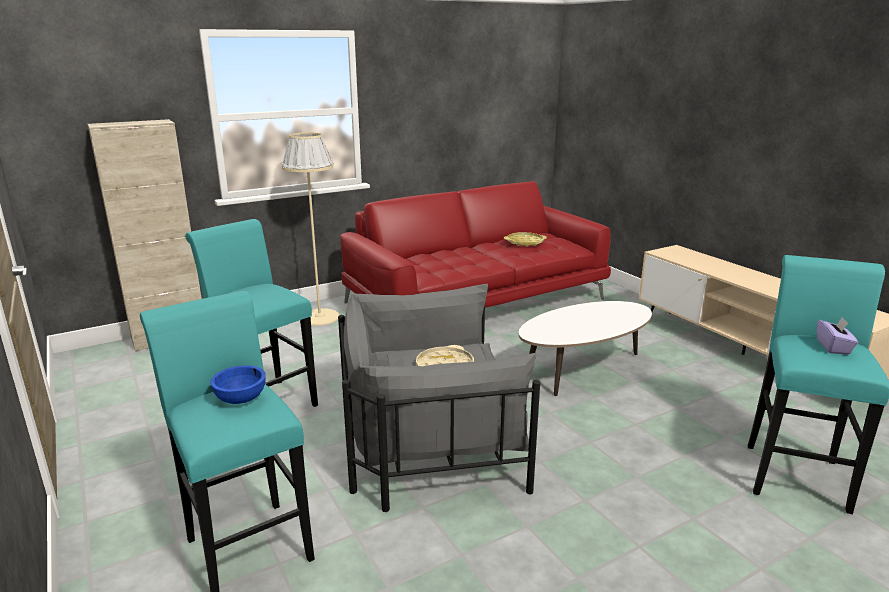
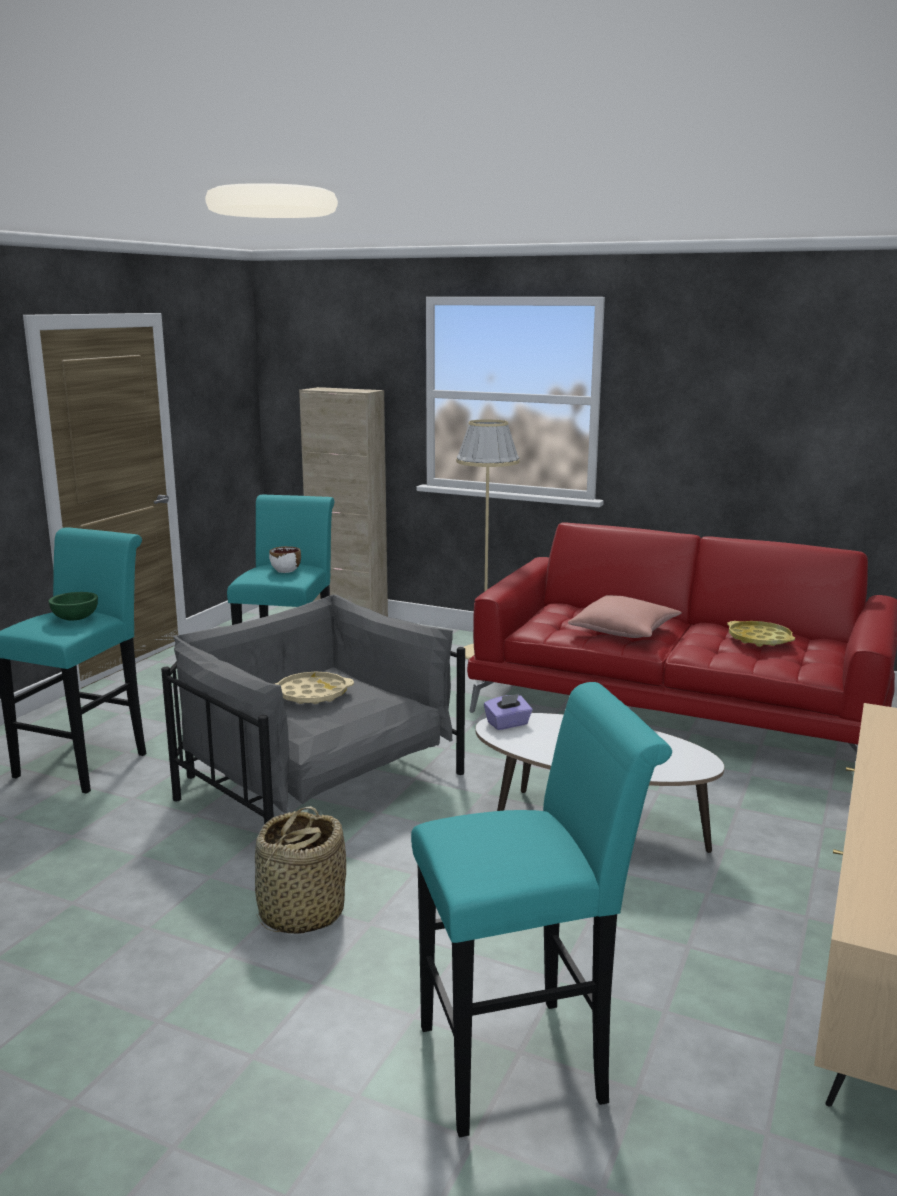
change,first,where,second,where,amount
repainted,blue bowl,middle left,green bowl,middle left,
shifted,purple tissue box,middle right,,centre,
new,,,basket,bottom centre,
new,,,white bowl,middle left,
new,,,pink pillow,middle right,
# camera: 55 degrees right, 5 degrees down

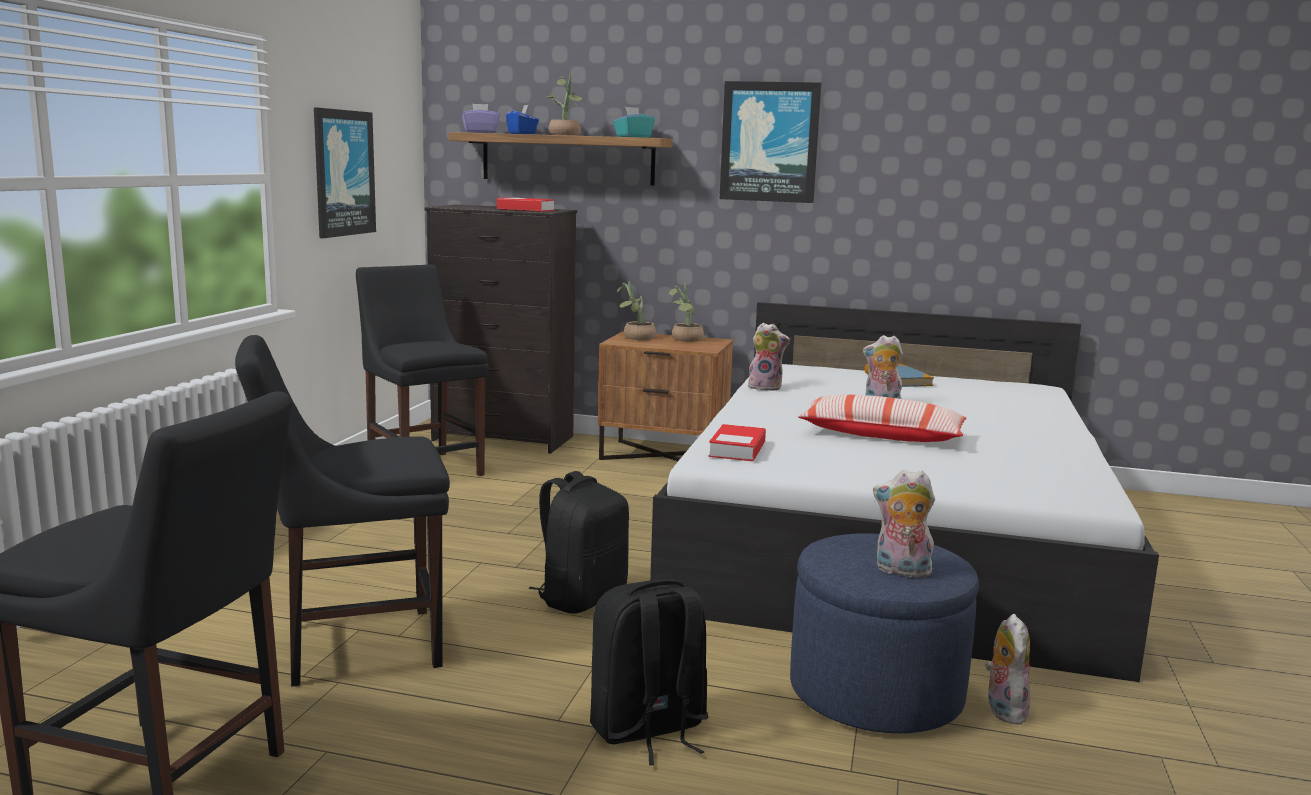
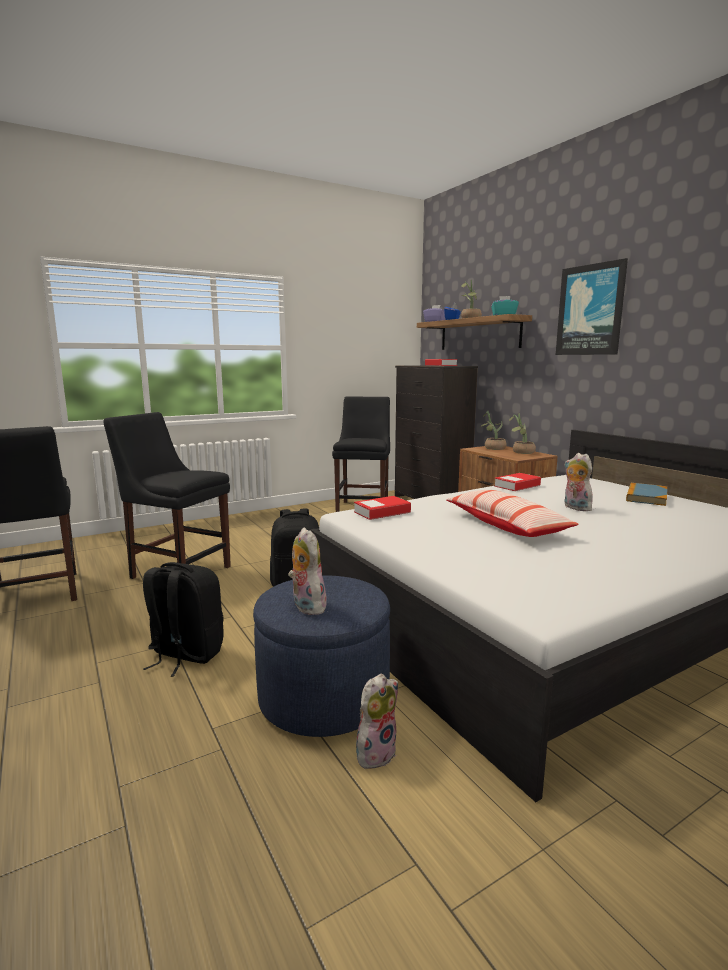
change,first,where,second,where,amount
gone,picture (no. 1 from left),top left,,,
swapped,plush toy (no. 1 from left),centre,book (no. 3 from left),middle right,
# camera: 45 degrees right, 0 degrees up

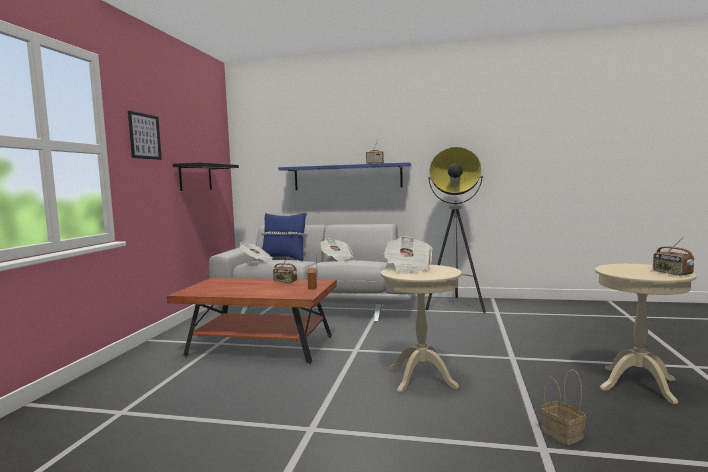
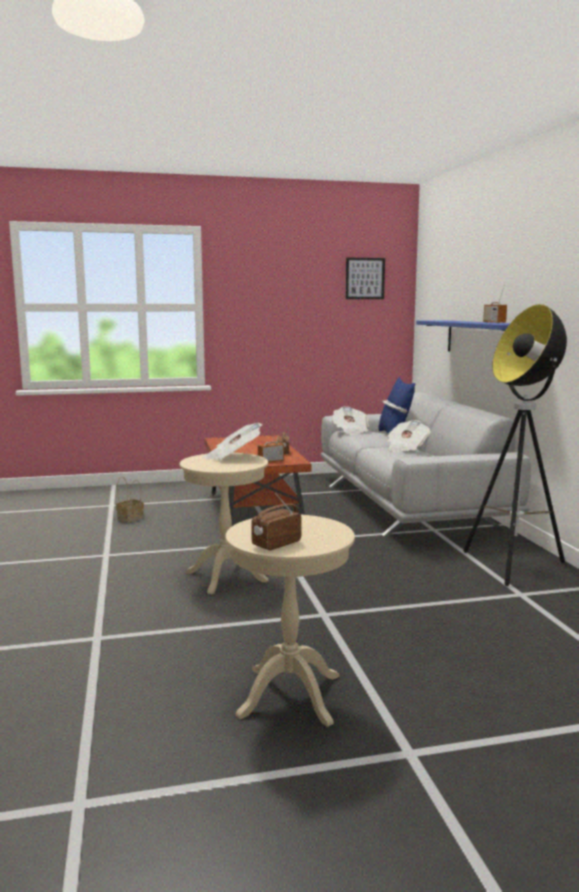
change,first,where,second,where,amount
shifted,picture,top left,,top centre,
gone,black shelf,middle left,,,
shifted,basket,bottom right,,middle left,
# camera: 65 degrees right, 5 degrees up

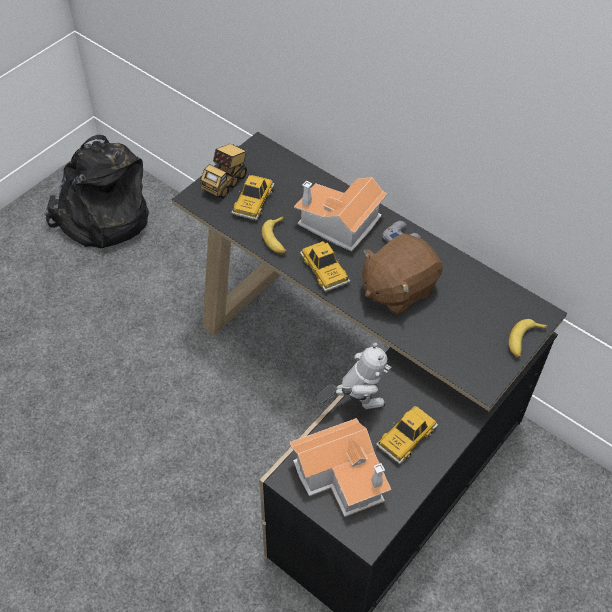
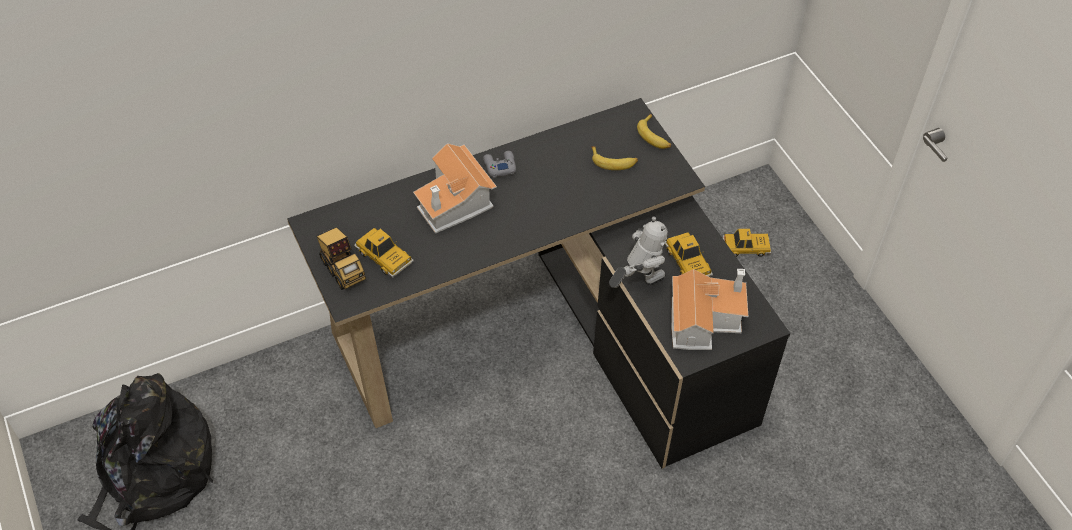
change,first,where,second,where,amount
shifted,banana (no. 1 from left),centre,,top centre,
shifted,toy car (no. 2 from left in the first image),centre,toy car (no. 3 from left),middle right,
rotated,toy robot,centre,,centre,45 degrees clockwise
gone,brown plush toy,centre,,,
# camera: 65 degrees left, 0 degrees up

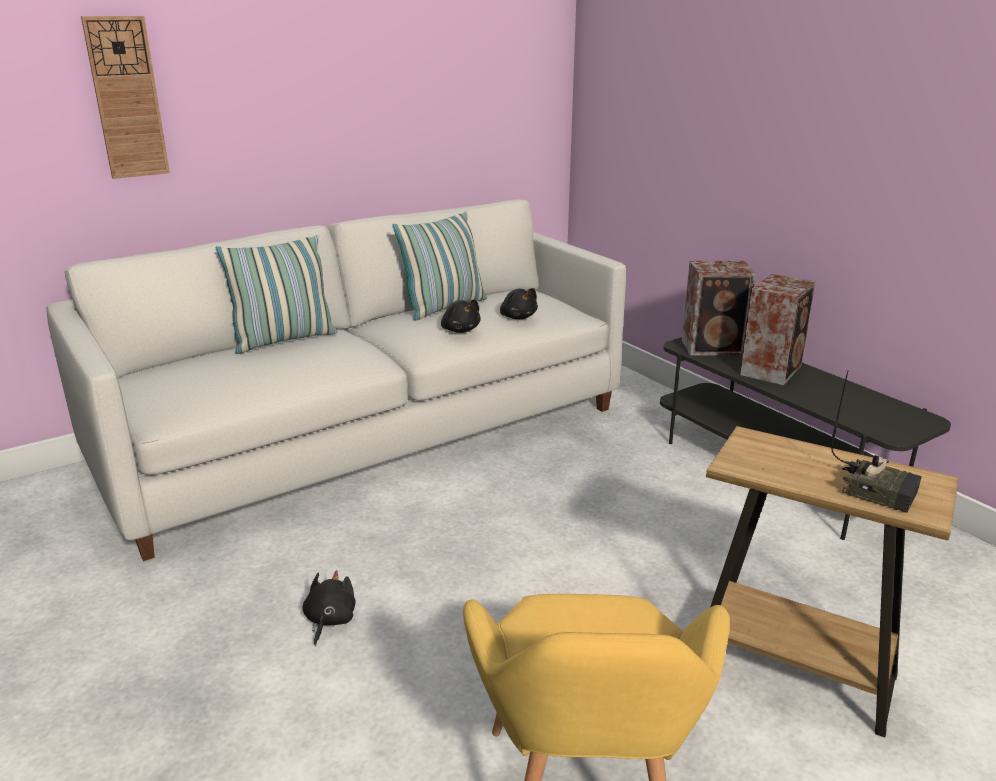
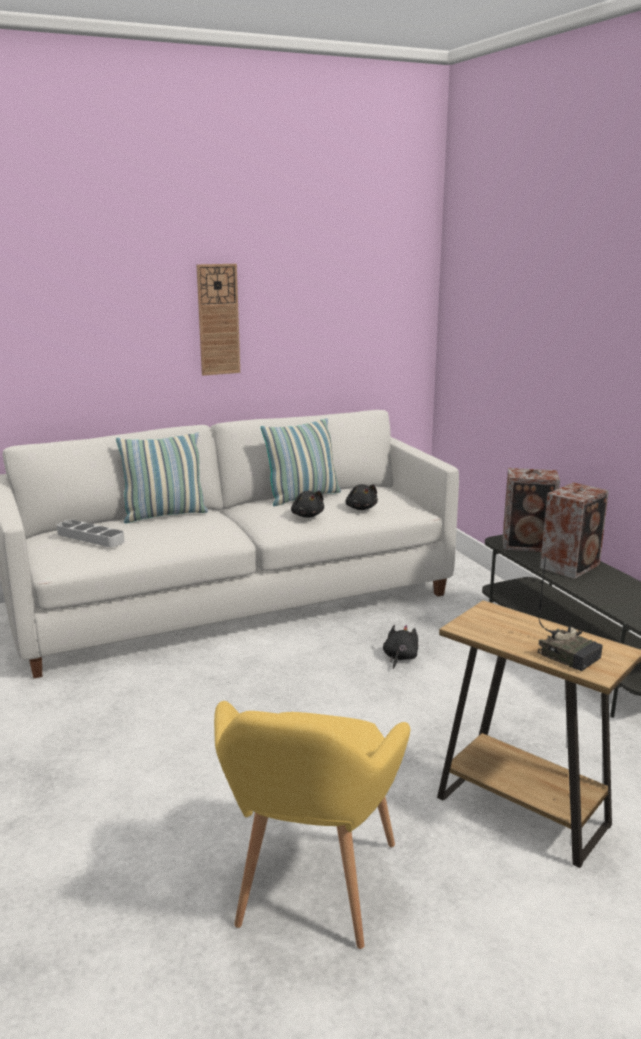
change,first,where,second,where,amount
shifted,wall clock,top left,,top centre,
shifted,black plush toy (no. 1 from left in the first image),bottom left,black plush toy (no. 3 from left),centre,
new,,,grey tray,middle left,
# camera: 10 degrees right, 5 degrees down

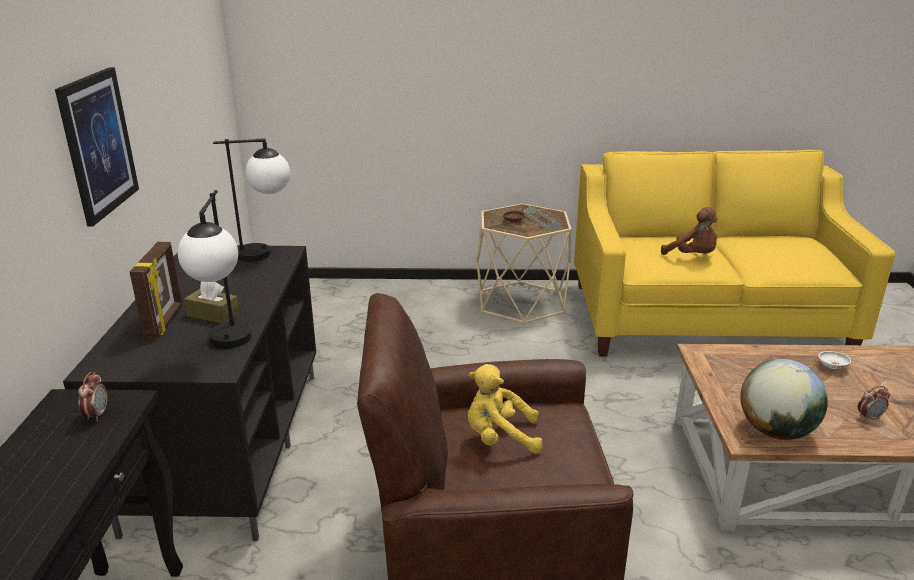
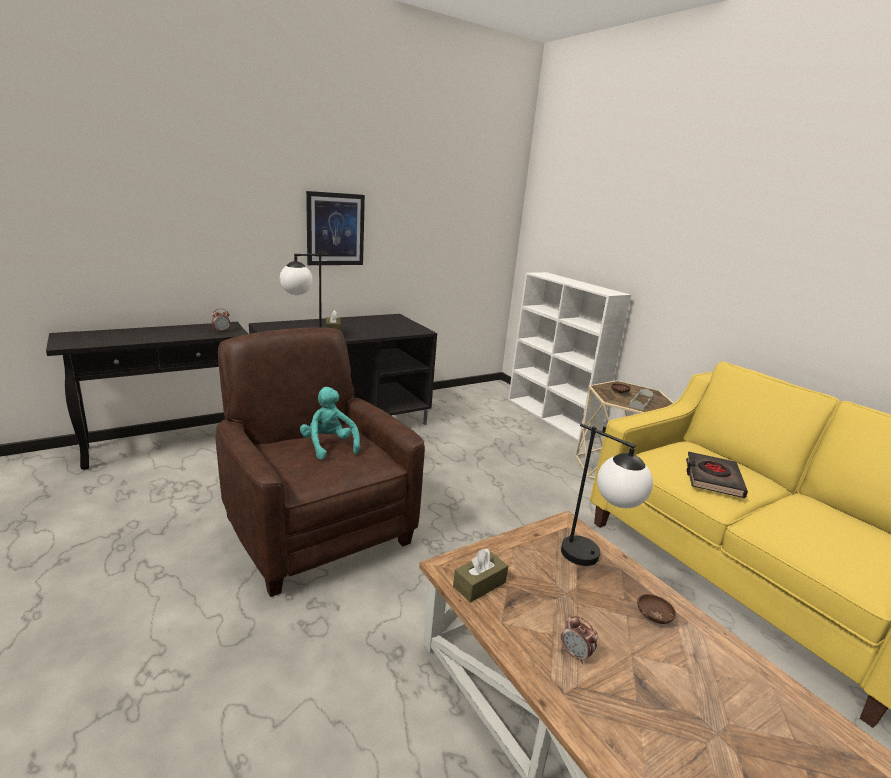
change,first,where,second,where,amount
gone,picture frame,middle left,,,
shifted,table lamp (no. 2 from left),middle left,,middle right,
repainted,yellow plush toy,bottom centre,turquoise plush toy,centre,
swapped,brown plush toy,middle right,black book,middle right,
swapped,globe,bottom right,brown tissue box (no. 2 from left),bottom centre,
repainted,white bowl,middle right,brown bowl (no. 2 from left),bottom right,
new,,,white bookcase,centre,
# camera: 55 degrees right, 5 degrees down

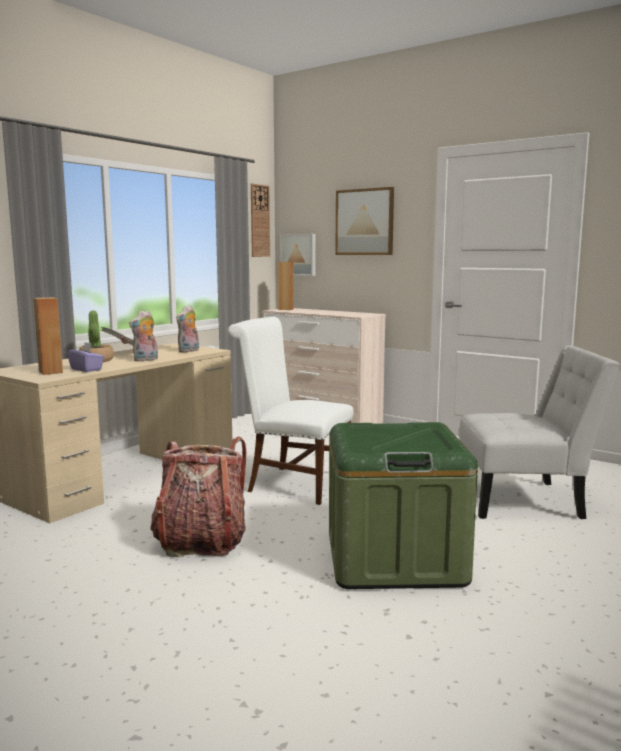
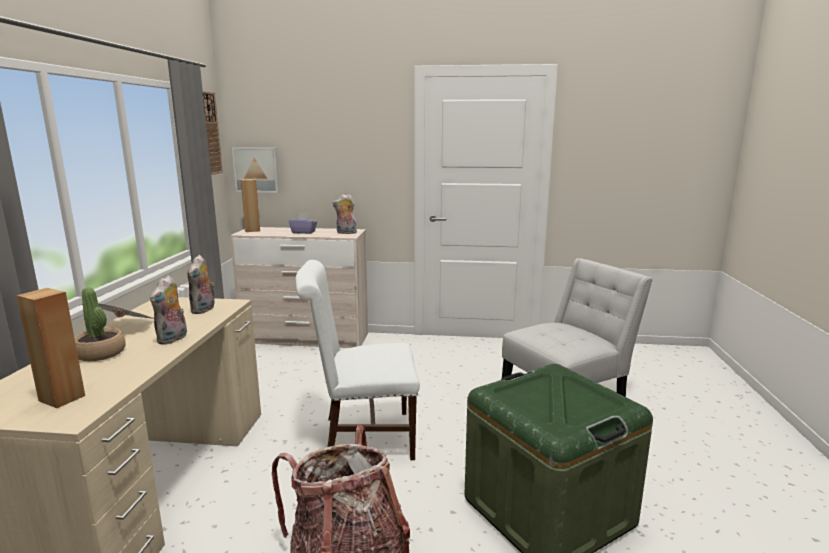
change,first,where,second,where,amount
shifted,purple tissue box,middle left,,centre,
gone,picture (no. 2 from left),top centre,,,
new,,,plush toy (no. 3 from left),centre,
# camera: 30 degrees left, 5 degrees up

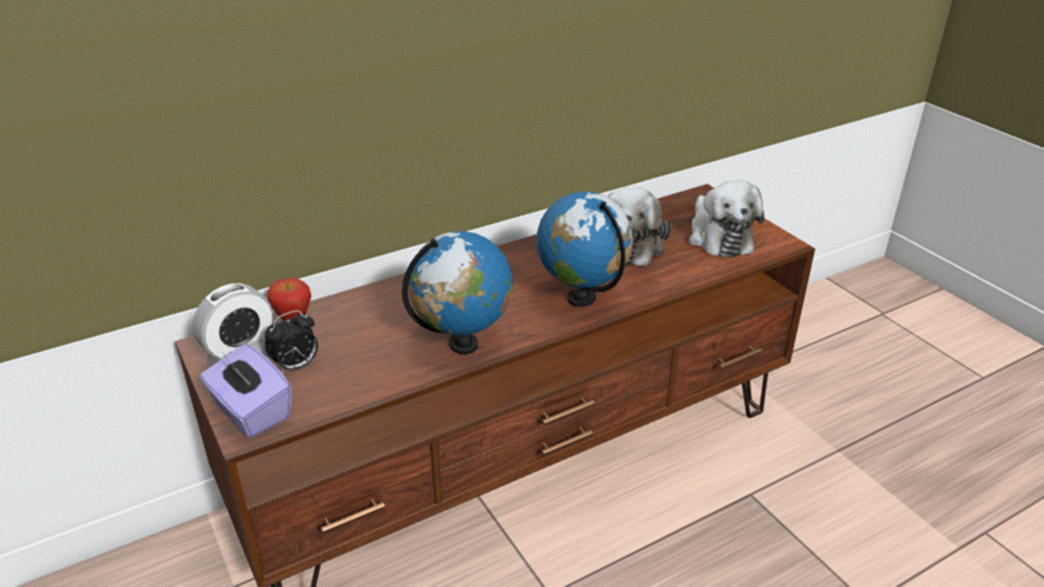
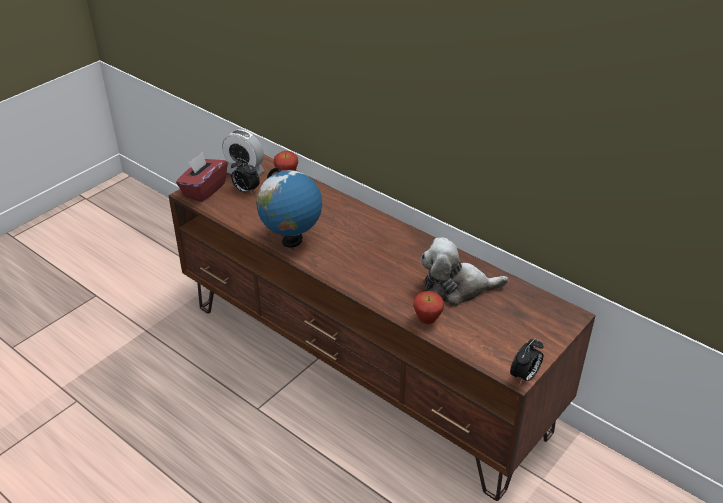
change,first,where,second,where,amount
repainted,purple tissue box,middle left,red tissue box,middle left,
gone,globe (no. 2 from left),centre,,,
gone,plush toy (no. 2 from left),middle right,,,
new,,,apple (no. 2 from left),centre,
new,,,alarm clock (no. 3 from left),bottom right,
# camera: 70 degrees right, 5 degrees up

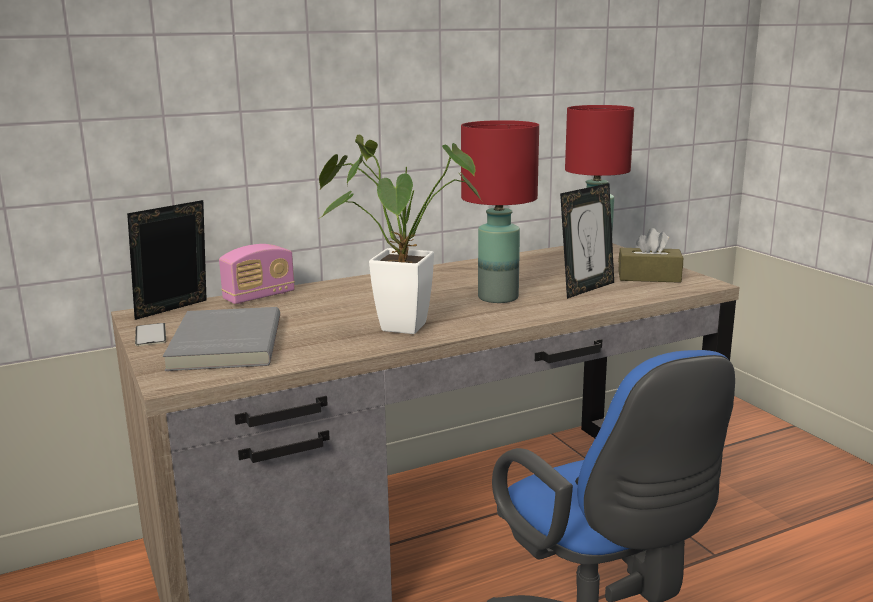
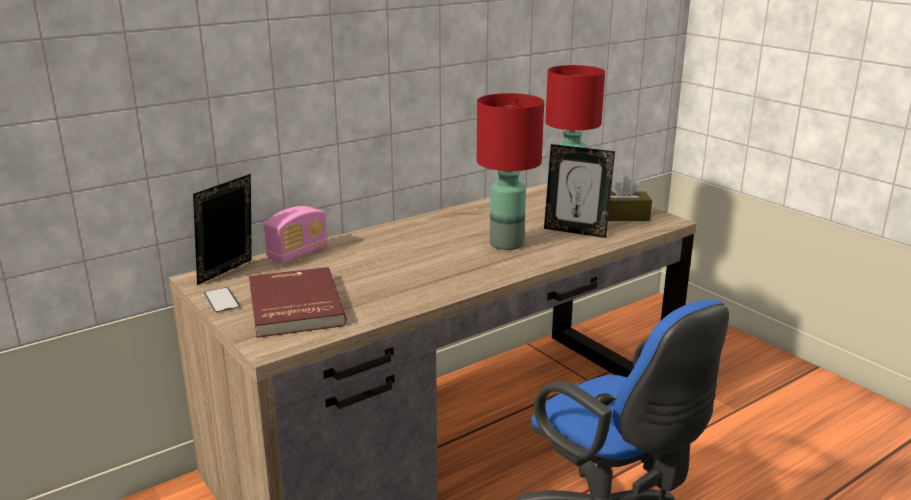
change,first,where,second,where,amount
repainted,grey book,middle left,red book,middle left,
gone,potted plant,centre,,,
rotated,picture frame (no. 2 from left),middle right,,centre,75 degrees clockwise
# camera: 10 degrees left, 5 degrees up

